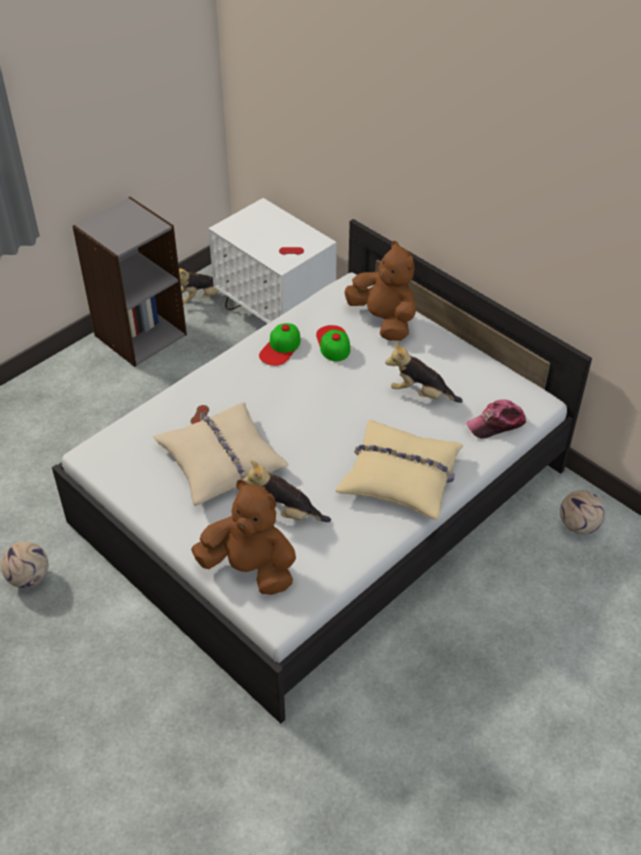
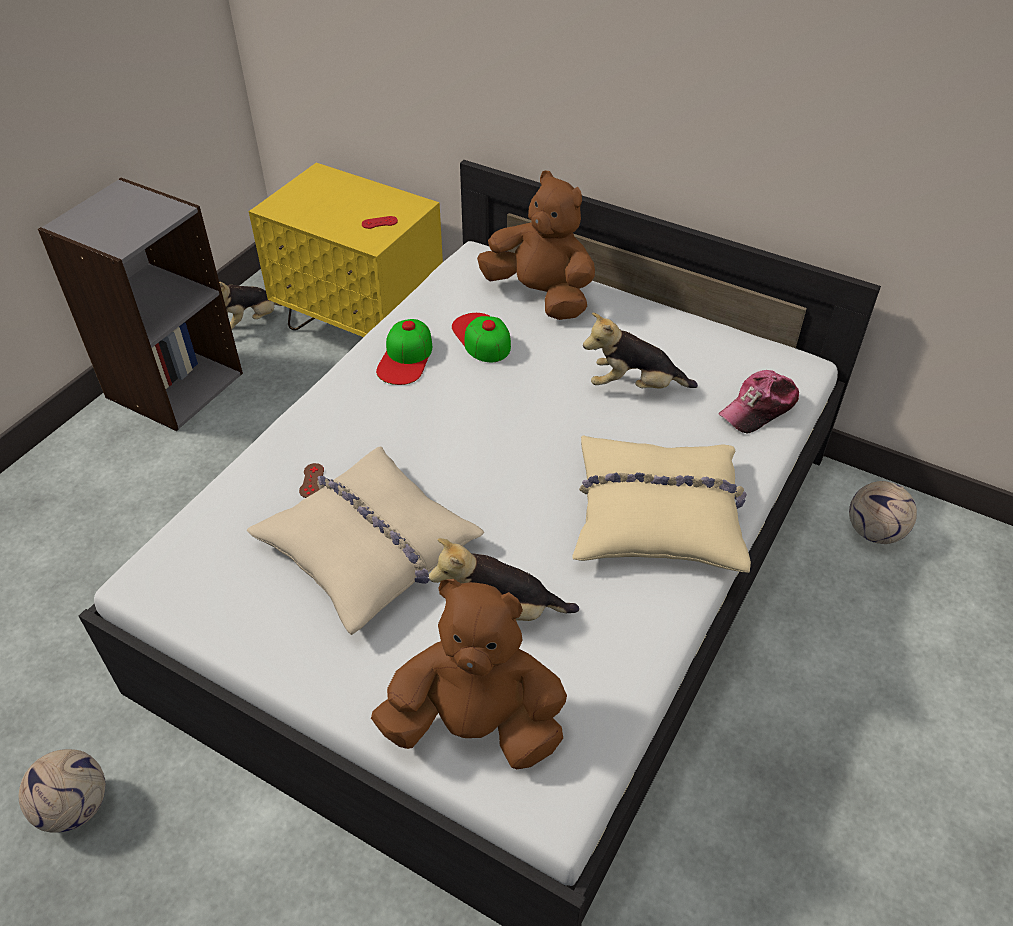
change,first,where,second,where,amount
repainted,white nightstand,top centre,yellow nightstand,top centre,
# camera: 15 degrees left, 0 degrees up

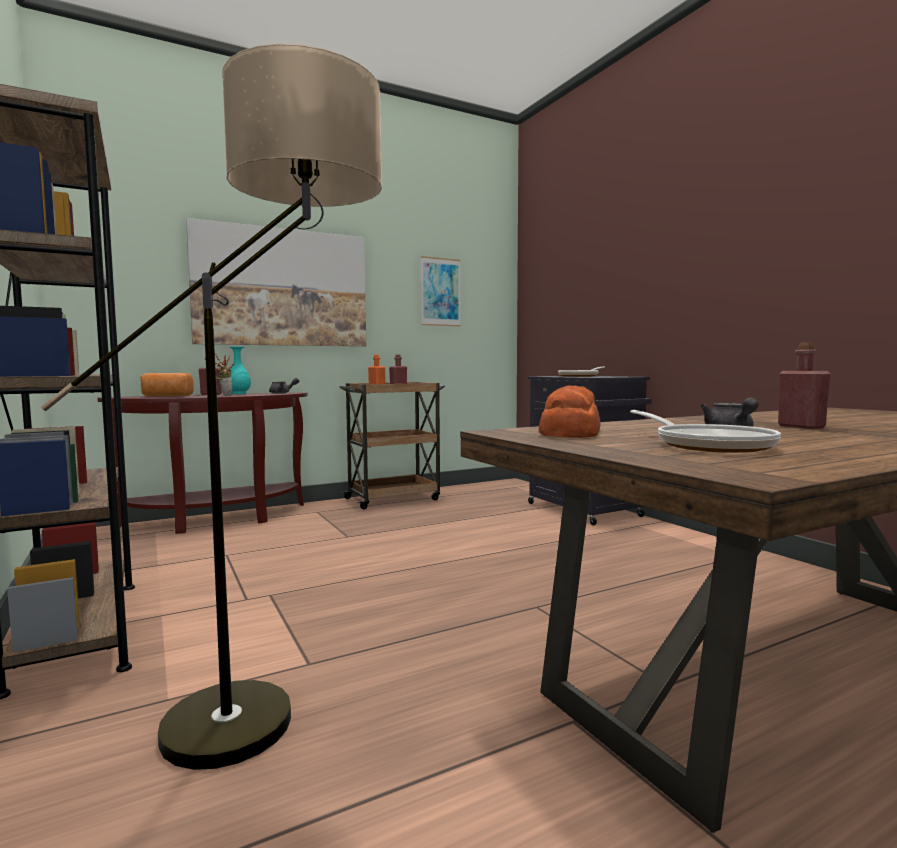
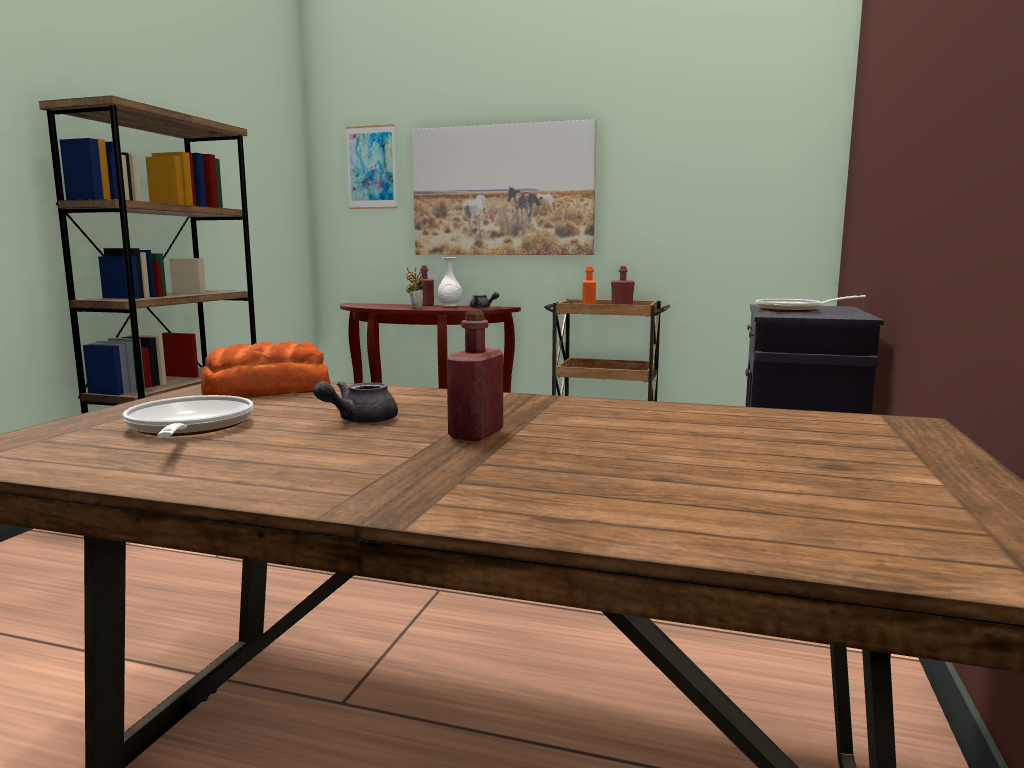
change,first,where,second,where,amount
gone,floor lamp,middle left,,,
gone,bread (no. 1 from left),middle left,,,
repainted,turquoise vase,middle left,white vase,centre,
shifted,picture (no. 2 from left in the first image),centre,picture (no. 1 from left),top centre,
rotated,frying pan (no. 2 from left in the first image),middle right,frying pan (no. 1 from left),middle left,135 degrees clockwise
# camera: 45 degrees right, 5 degrees up

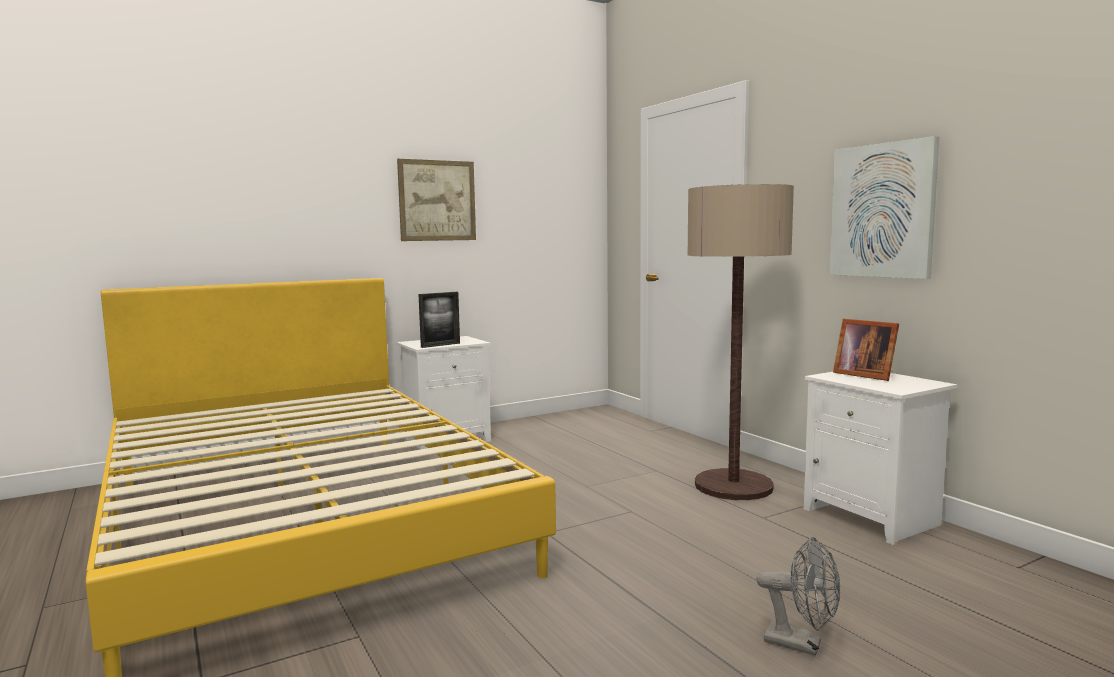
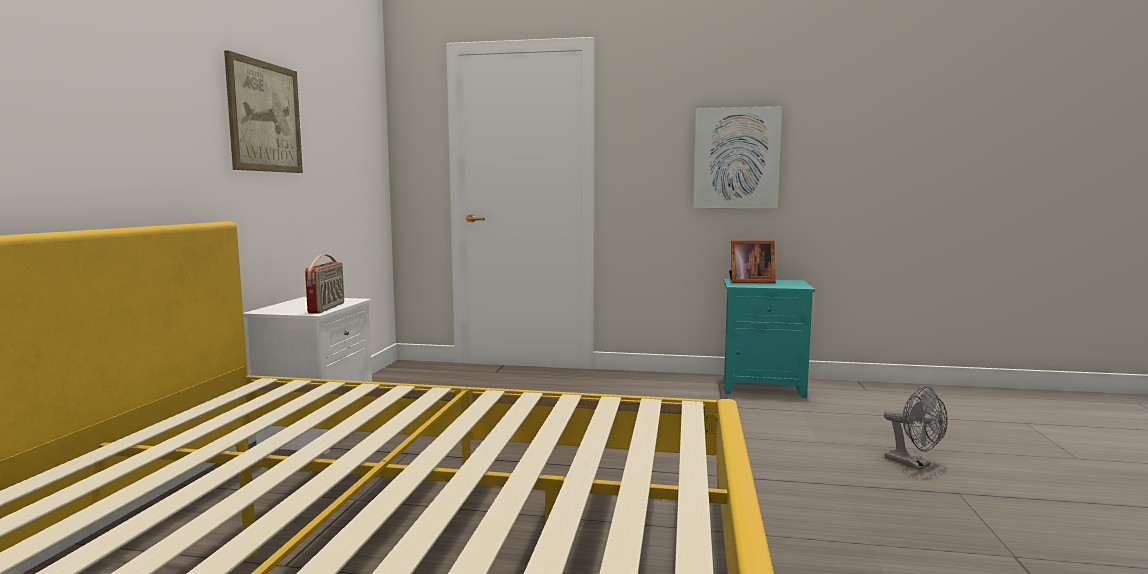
change,first,where,second,where,amount
swapped,picture frame (no. 1 from left),centre,radio,middle left,
gone,floor lamp,centre,,,
rotated,grey fan,bottom right,,bottom right,75 degrees clockwise
repainted,white nightstand (no. 2 from left),bottom right,turquoise nightstand,middle right,
# camera: 50 degrees left, 0 degrees up

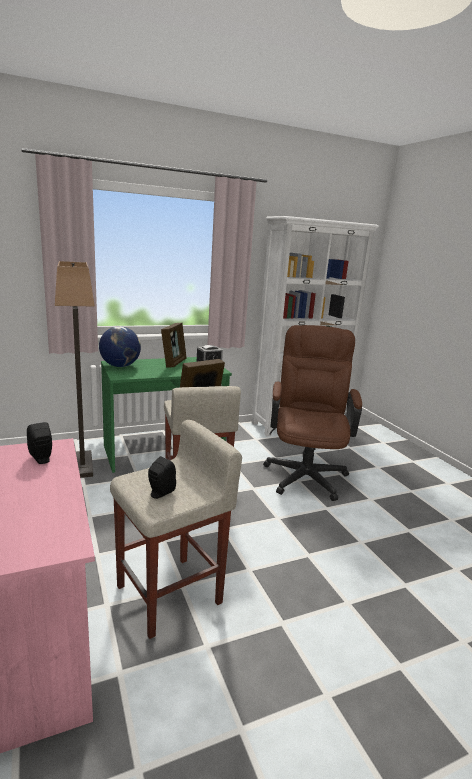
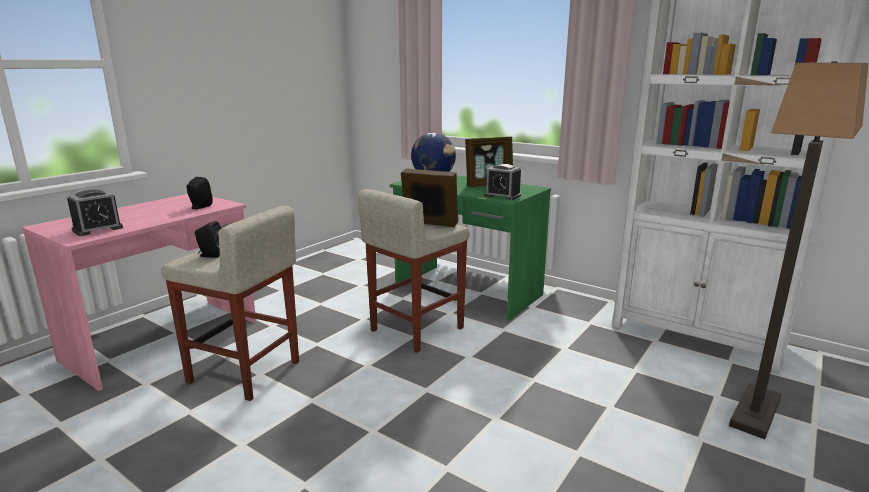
change,first,where,second,where,amount
shifted,floor lamp,middle left,,middle right,
gone,brown office chair,centre,,,
new,,,alarm clock (no. 1 from left),middle left,
# camera: 60 degrees right, 0 degrees up

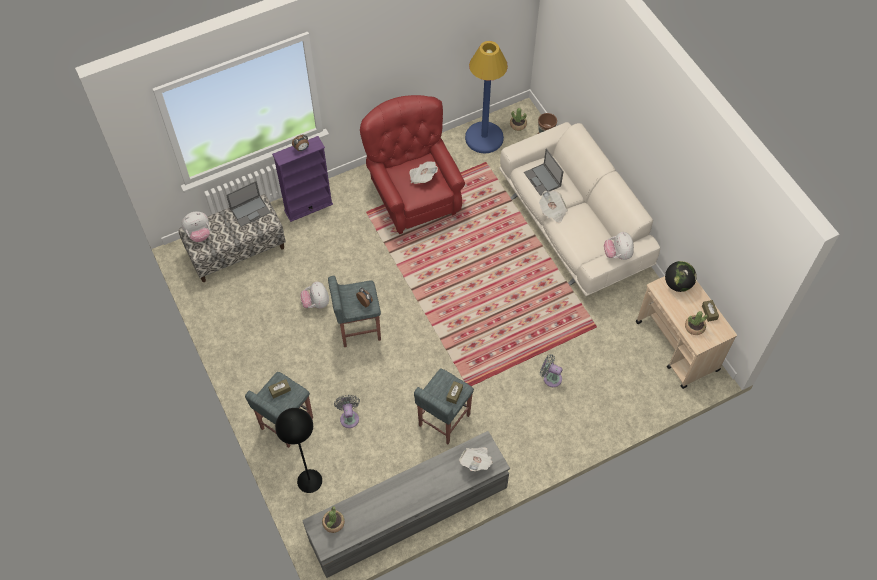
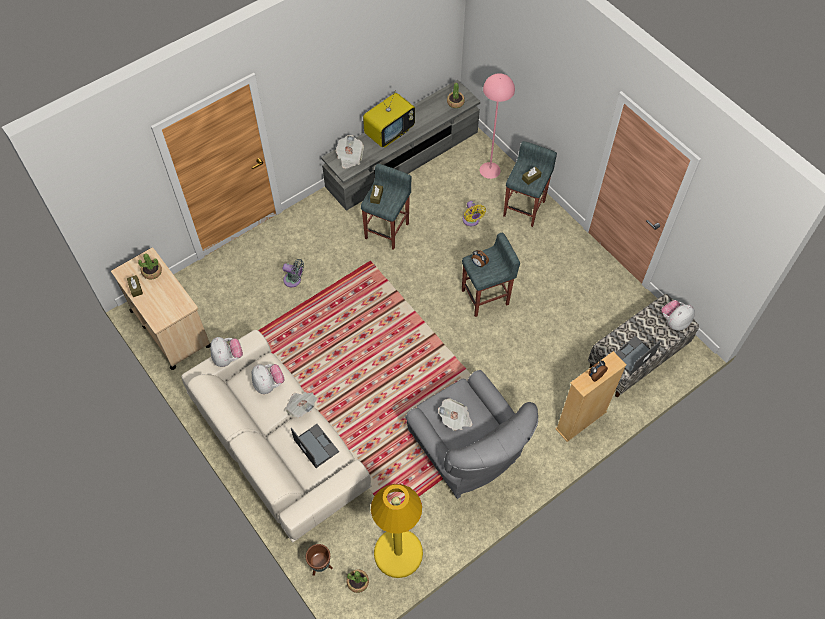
change,first,where,second,where,amount
repainted,purple bookcase,top centre,beige bookcase,middle right,
repainted,black floor lamp,bottom centre,pink floor lamp,top centre,
shifted,plush toy (no. 2 from left),centre,,middle left,
repainted,grey fan (no. 1 from left),bottom centre,yellow fan,centre,
repainted,red armchair,top centre,grey armchair,bottom centre,
repainted,blue floor lamp,top centre,yellow floor lamp,bottom centre,
gone,globe,middle right,,,
new,,,television,top centre,
# camera: 170 degrees right, 0 degrees up

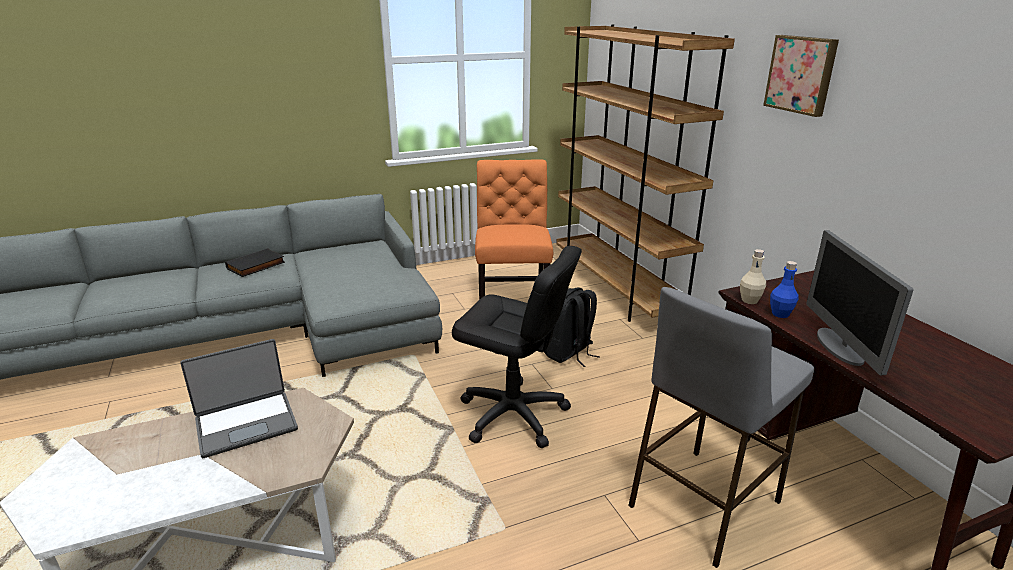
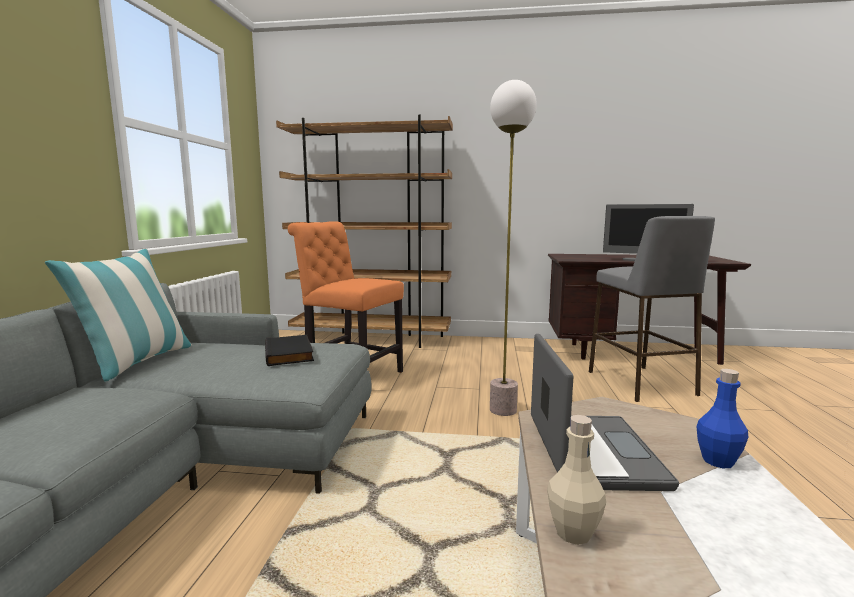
change,first,where,second,where,amount
shifted,black book,middle left,,centre,
swapped,black office chair,centre,floor lamp,centre,
gone,black backpack,centre,,,
shifted,beige bottle,middle right,,bottom right,
gone,picture,top right,,,
shifted,blue bottle,middle right,,bottom right,
new,,,pillow,middle left,
# camera: 60 degrees left, 15 degrees down

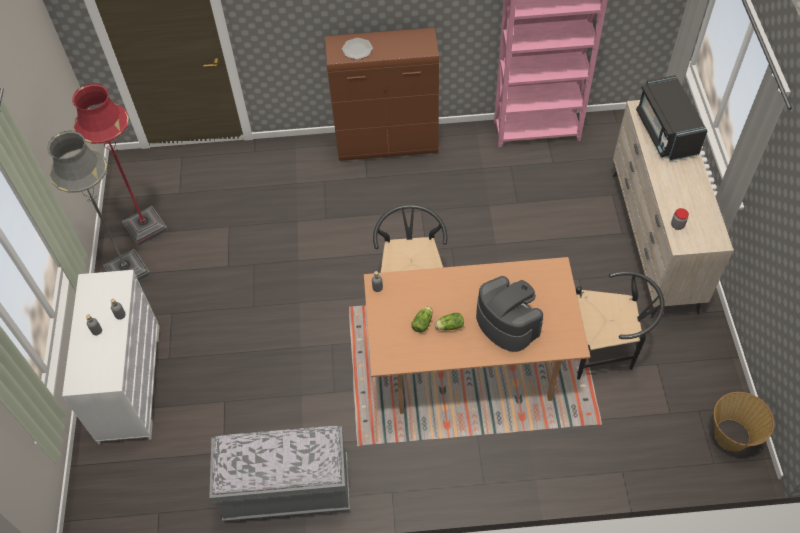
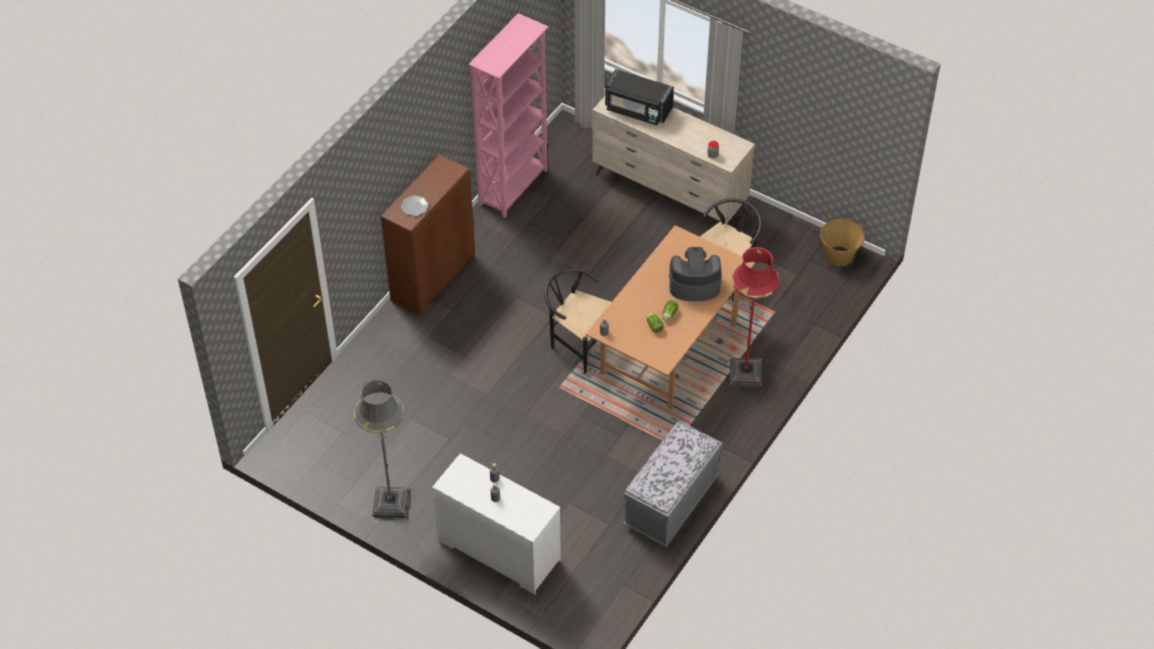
change,first,where,second,where,amount
shifted,red floor lamp,top left,,centre,
# camera: 55 degrees left, 5 degrees down

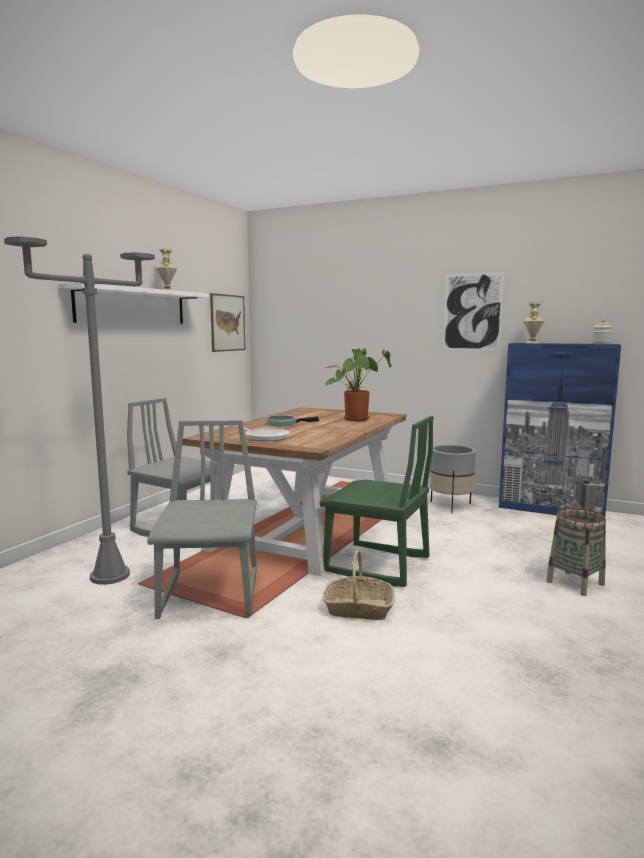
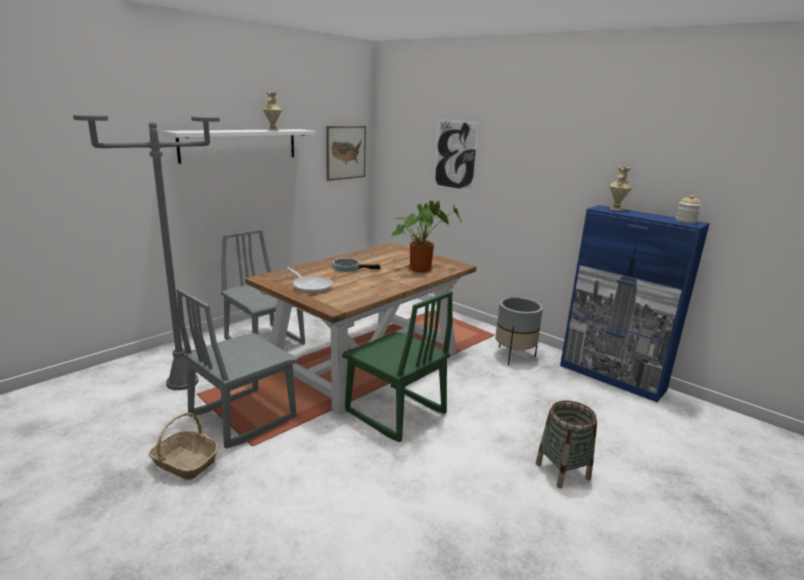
change,first,where,second,where,amount
rotated,grey chair (no. 2 from left in the first image),middle left,grey chair (no. 1 from left),middle left,150 degrees counterclockwise
shifted,basket (no. 1 from left),bottom centre,,bottom left,
shifted,picture (no. 2 from left),middle right,,top centre,
# camera: 15 degrees right, 10 degrees up

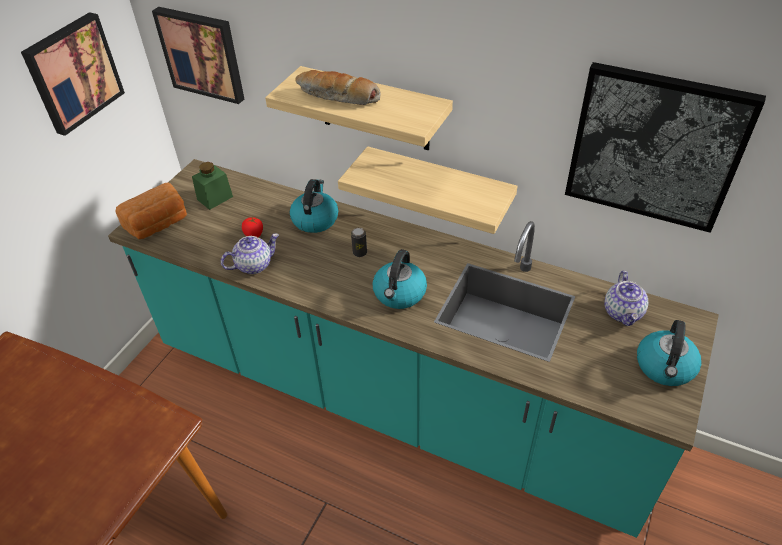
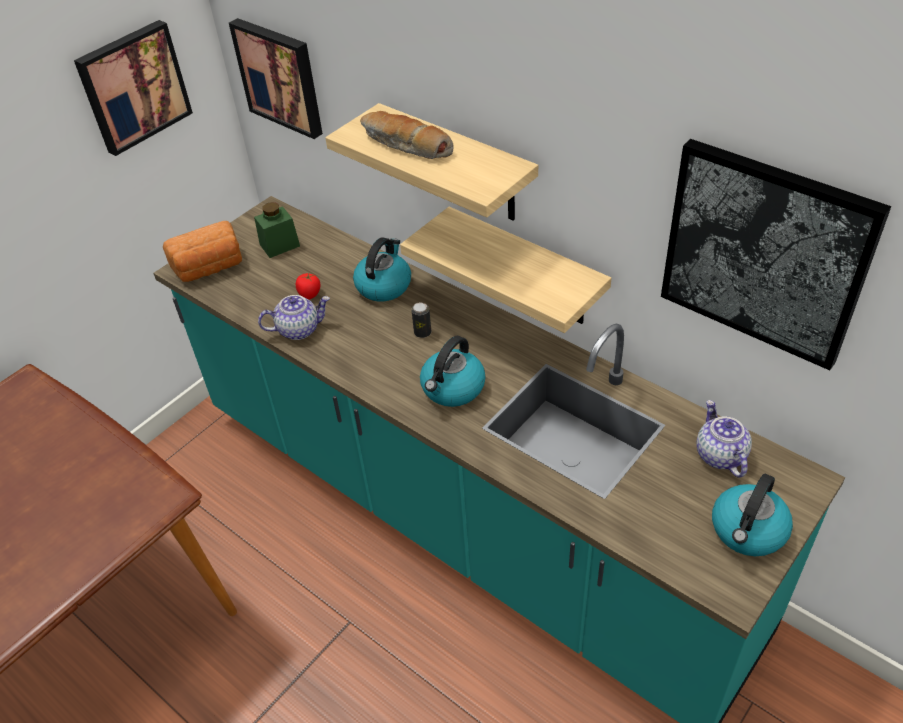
change,first,where,second,where,amount
rotated,teapot (no. 2 from left),middle right,,middle right,150 degrees clockwise
# camera: 15 degrees right, 0 degrees up

